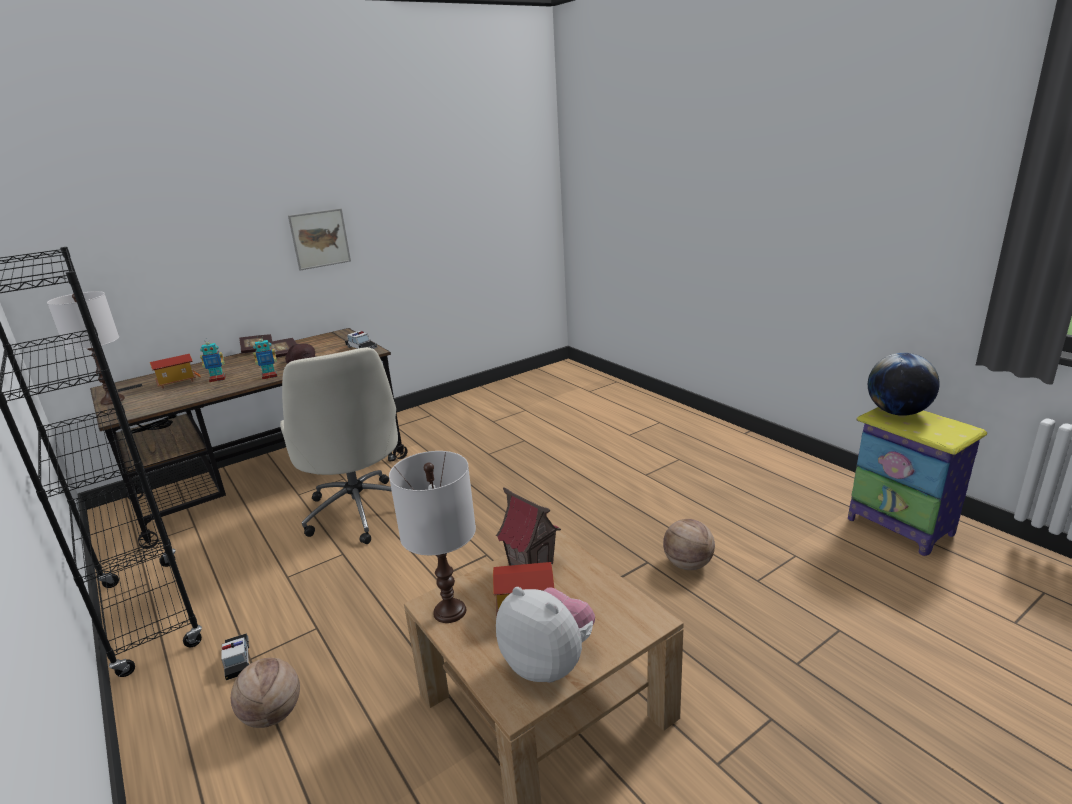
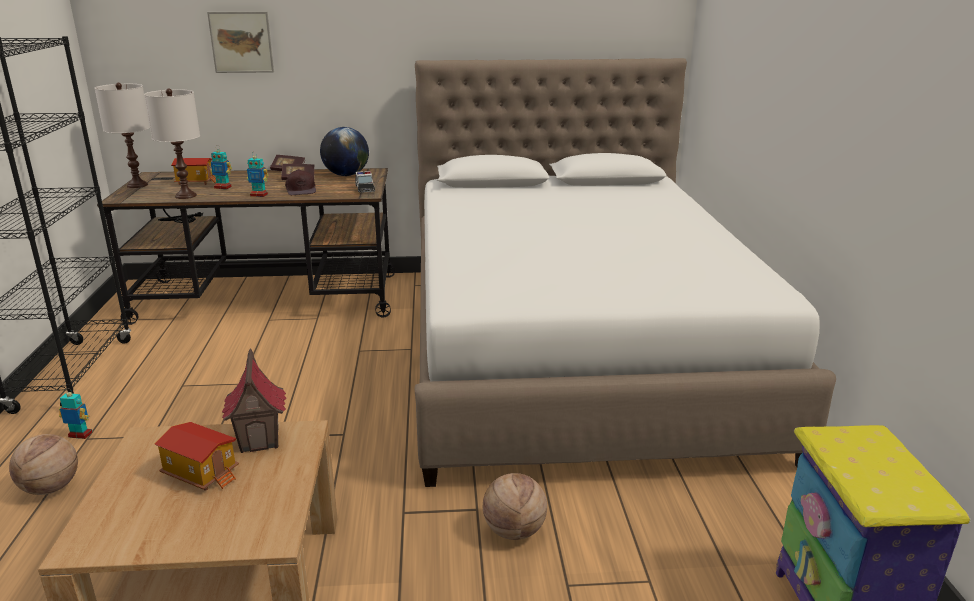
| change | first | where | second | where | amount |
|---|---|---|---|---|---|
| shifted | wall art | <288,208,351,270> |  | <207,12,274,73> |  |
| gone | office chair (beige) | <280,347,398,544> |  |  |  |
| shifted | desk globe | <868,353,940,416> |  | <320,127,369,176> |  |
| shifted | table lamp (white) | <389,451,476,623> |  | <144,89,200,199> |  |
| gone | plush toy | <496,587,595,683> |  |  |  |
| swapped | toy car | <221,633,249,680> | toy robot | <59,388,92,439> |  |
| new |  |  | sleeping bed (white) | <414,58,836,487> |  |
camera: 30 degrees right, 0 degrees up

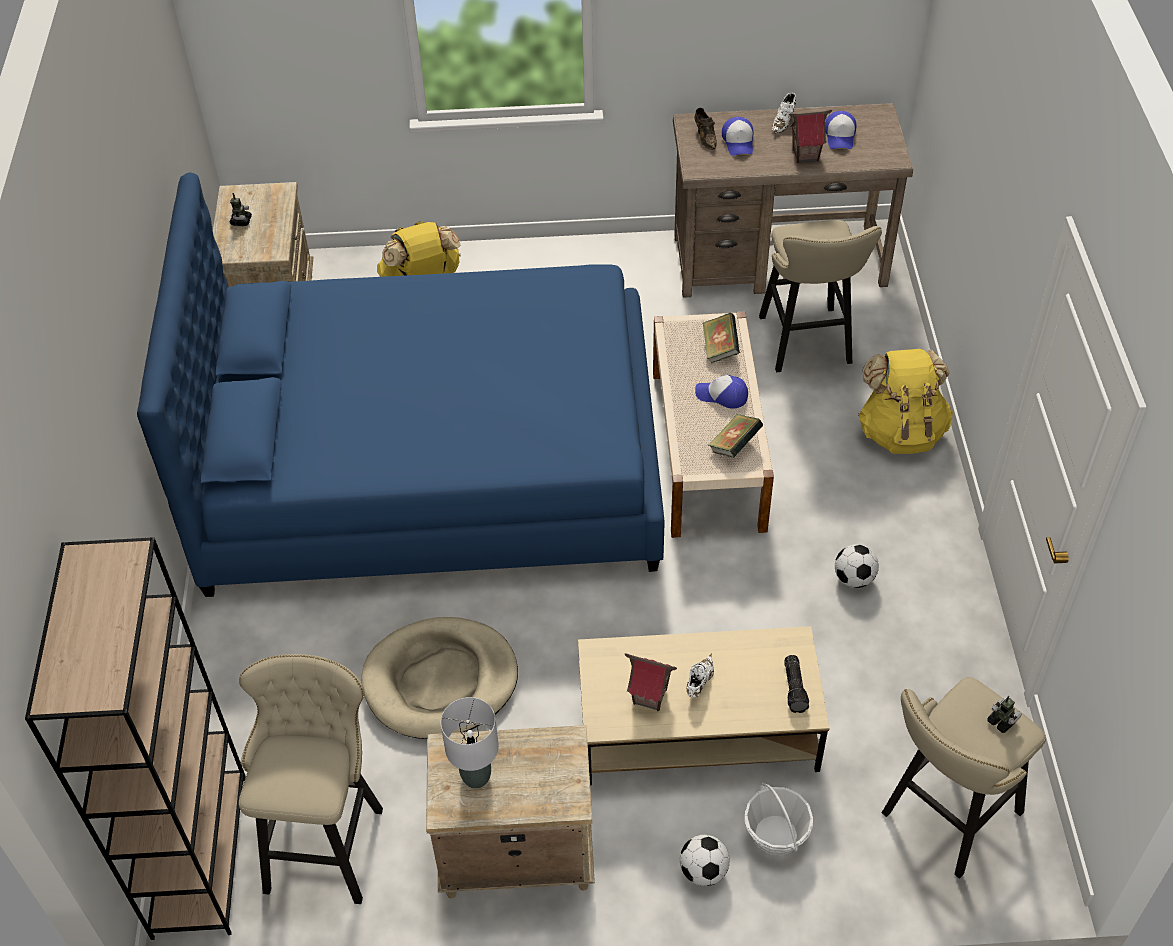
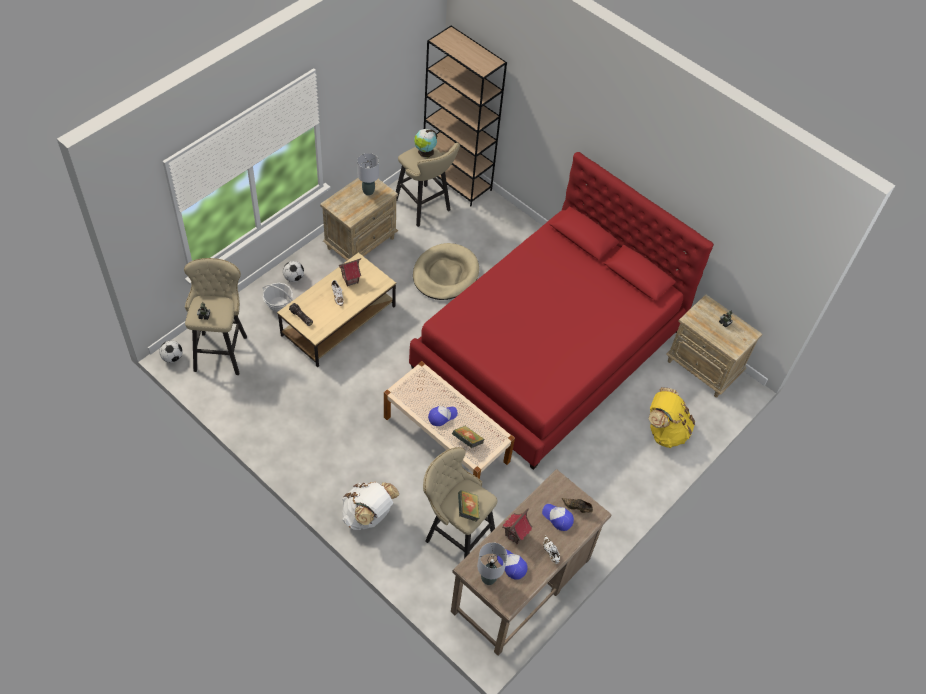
| change | first | where | second | where | amount |
|---|---|---|---|---|---|
| repainted | sleeping bed (blue) | <137,172,664,597> | sleeping bed (red-coloured) | <409,152,714,470> |  |
| repainted | backpack (yellow-coloured) | <858,349,953,454> | backpack (white) | <342,482,399,530> |  |
| shifted | bound book | <709,414,763,458> |  | <458,490,480,522> |  |
| shifted | ball for football | <835,544,879,588> |  | <159,340,182,363> |  |
| new |  |  | desk globe | <414,129,437,158> |  |
| new |  |  | table lamp (gray) | <477,542,507,585> |  |
camera: 130 degrees right, 5 degrees up

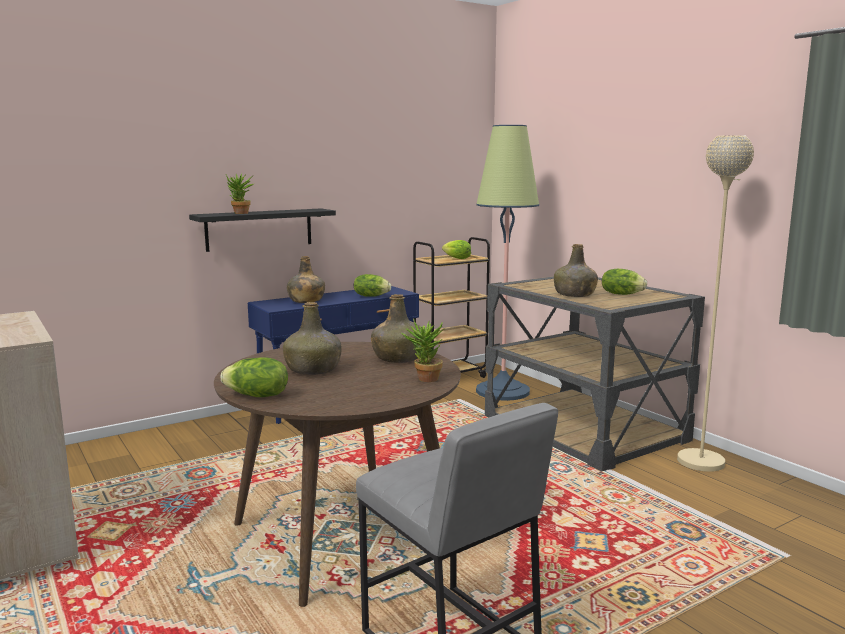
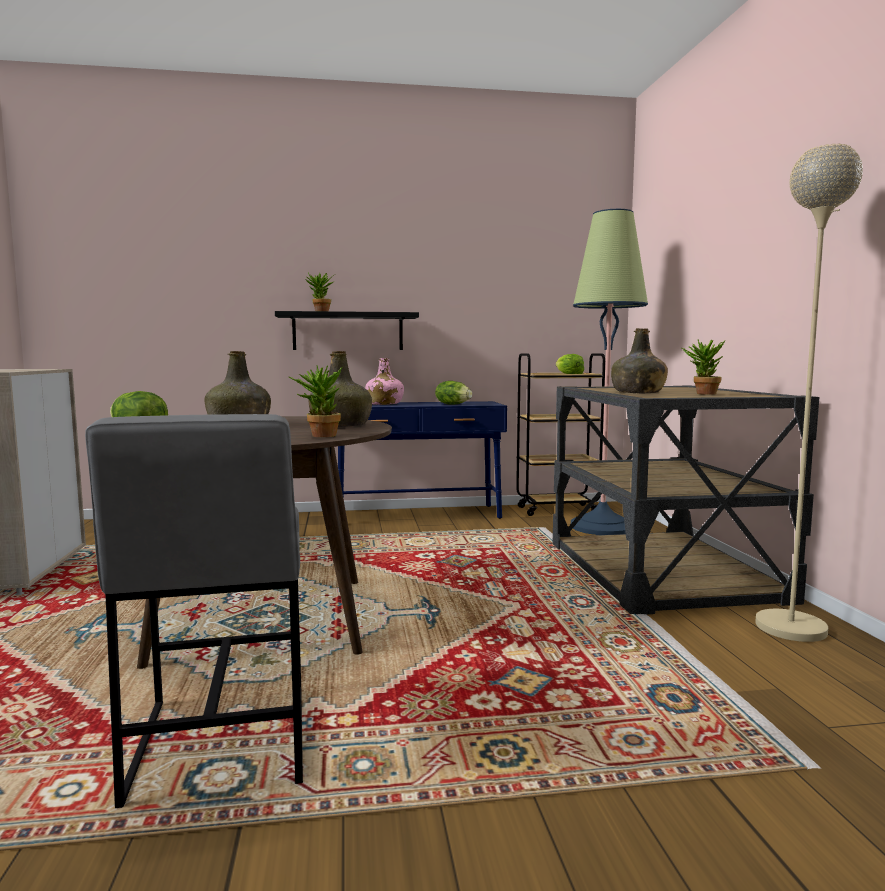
| change | first | where | second | where | amount |
|---|---|---|---|---|---|
| repainted | drink bottle (green-coloured) | <287,256,325,303> | drink bottle (pink) | <365,358,404,405> |  |
| swapped | head of lettuce | <602,269,647,295> | potted plant | <682,339,726,395> |  |
camera: 25 degrees right, 5 degrees down

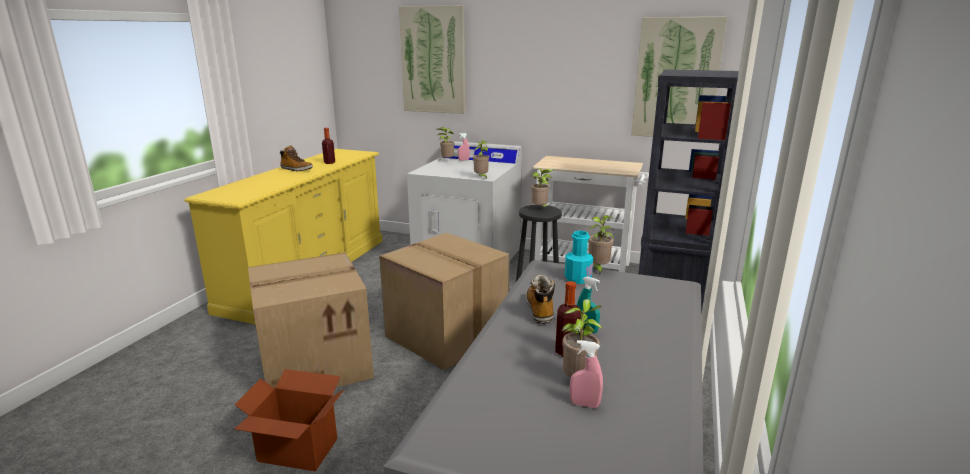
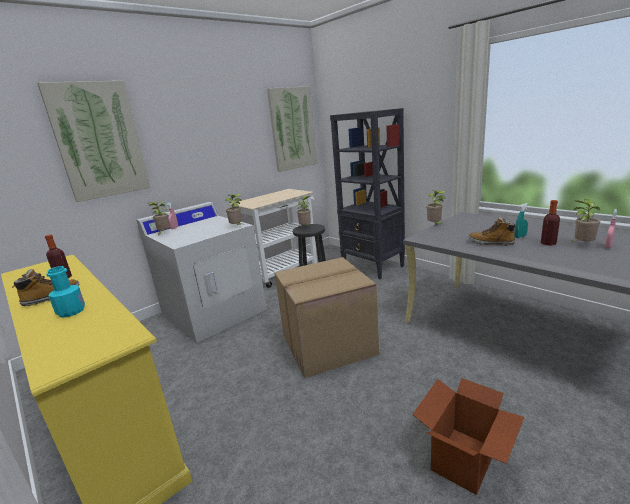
| change | first | where | second | where | amount |
|---|---|---|---|---|---|
| shifted | drink bottle (blue-green) | <565,231,593,284> |  | <46,266,85,318> |  |
| gone | cardboard box | <248,252,374,388> |  |  |  |
camera: 60 degrees left, 0 degrees up

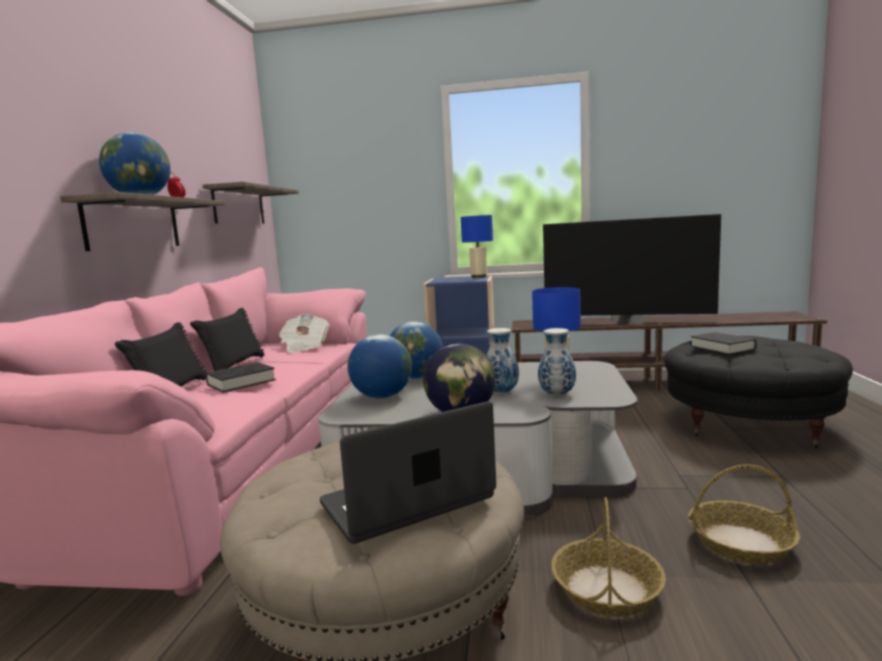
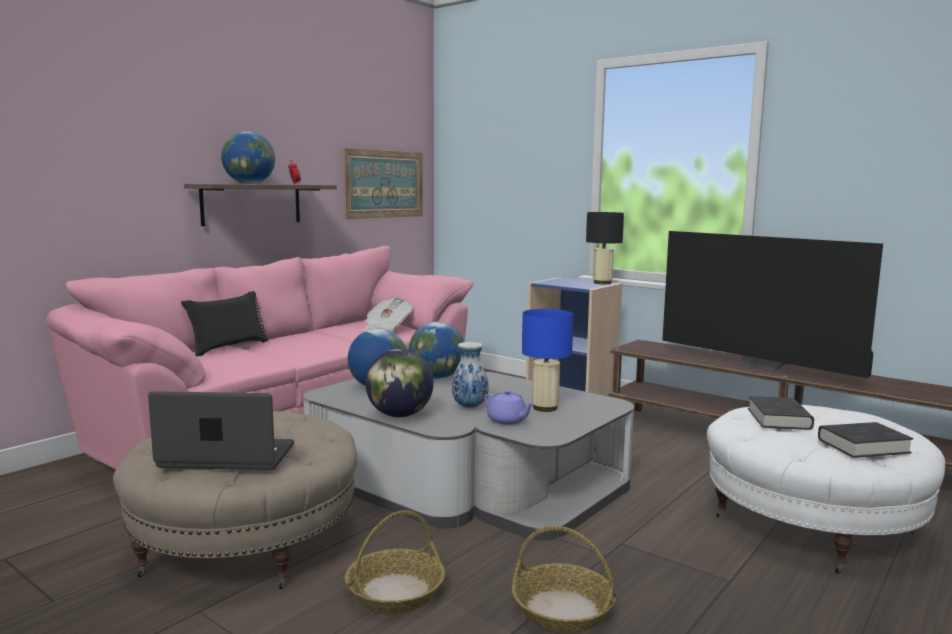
| change | first | where | second | where | amount |
|---|---|---|---|---|---|
| swapped | shelf | <203,182,299,224> | wall art | <343,148,423,219> |  |
| repainted | table lamp (blue) | <461,215,493,278> | table lamp (black-coloured) | <586,212,624,284> |  |
| gone | throw pillow (black-coloured) | <190,308,265,371> |  |  |  |
| swapped | decorative vase | <538,328,576,396> | pot for tea (purple) | <484,390,534,425> |  |
| repainted | pouffe (black-coloured) | <664,336,853,448> | pouffe (white) | <707,405,945,573> |  |
| shifted | bound book (black-coloured) | <205,362,276,393> |  | <818,422,913,458> |  |
camera: 30 degrees right, 0 degrees up

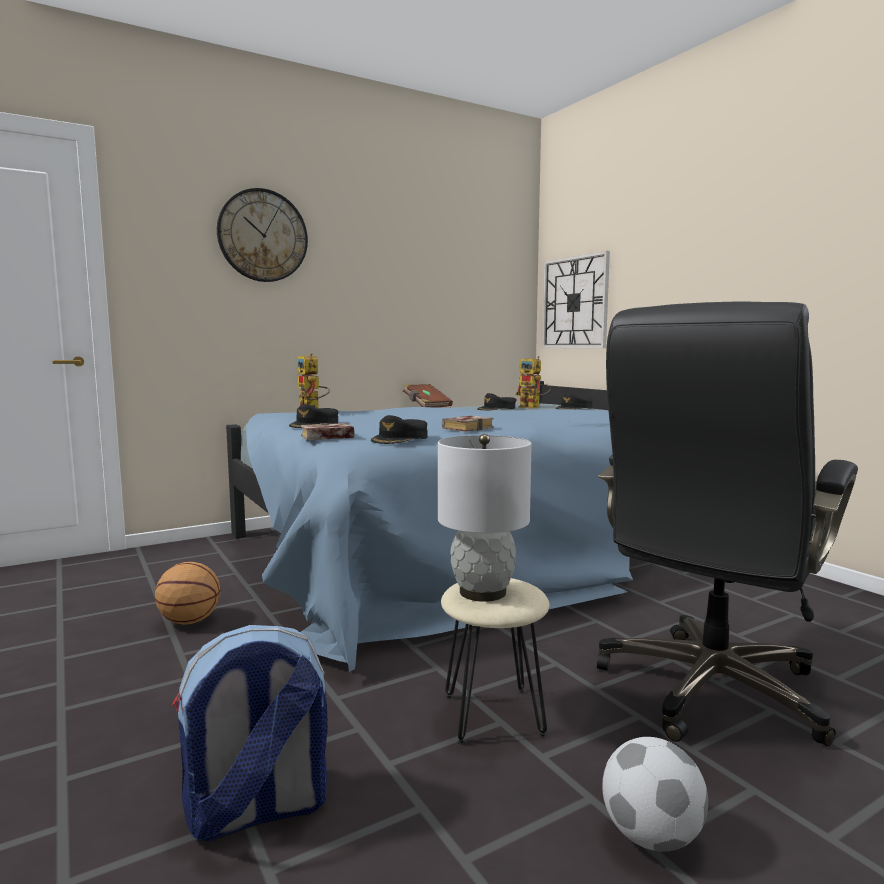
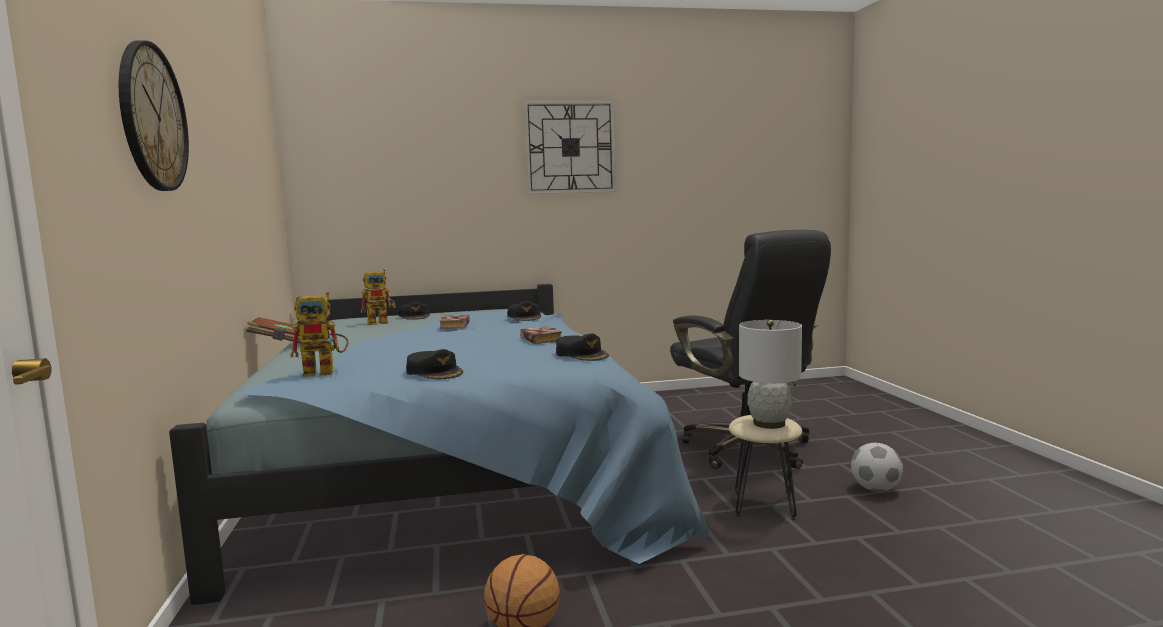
| change | first | where | second | where | amount |
|---|---|---|---|---|---|
| shifted | wall clock | <542,251,610,348> |  | <524,101,616,194> |  |
| shifted | peaked cap (black-coloured) | <477,393,517,411> |  | <507,301,541,321> |  |
| shifted | bound book | <301,423,355,440> |  | <440,315,470,329> |  |
| gone | backpack | <172,625,328,841> |  |  |  |
camera: 70 degrees left, 0 degrees up

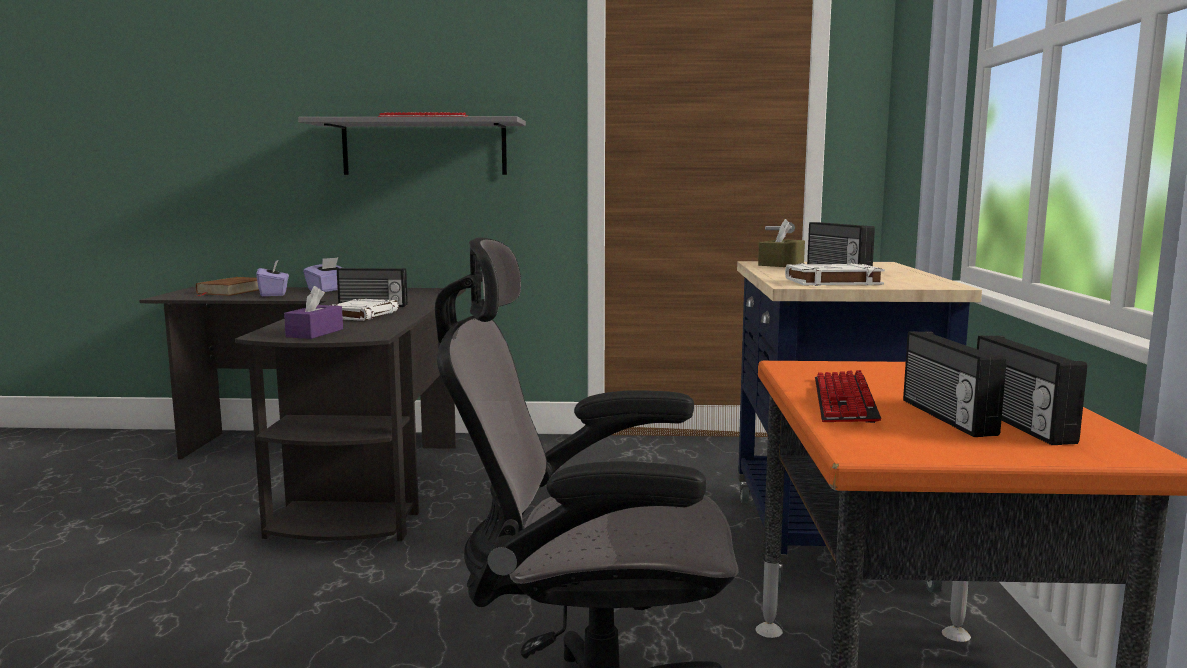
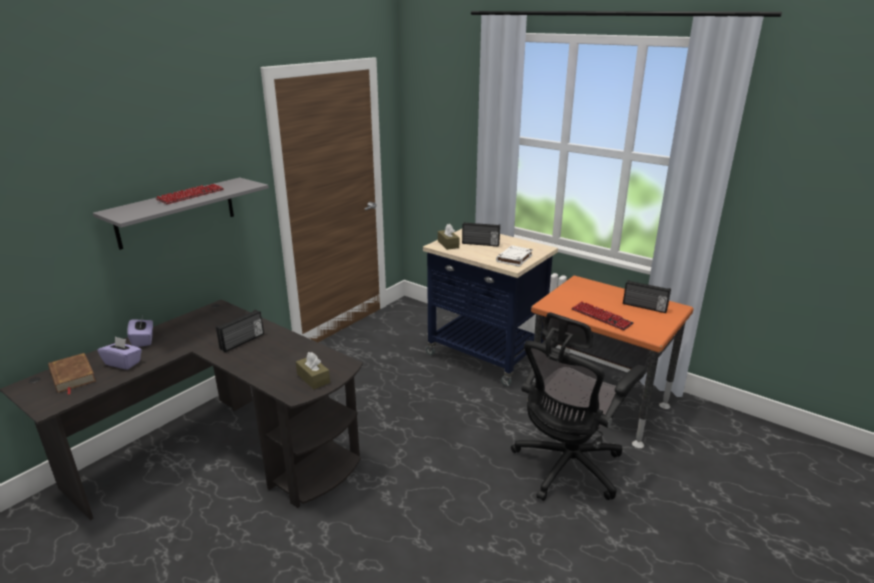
| change | first | where | second | where | amount |
|---|---|---|---|---|---|
| repainted | box of tissues (purple) | <284,286,343,339> | box of tissues (brown) | <296,352,330,390> |  |
| gone | bound book (white) | <331,298,399,321> |  |  |  |
| gone | radio | <903,331,1007,437> |  |  |  |
camera: 55 degrees left, 15 degrees up

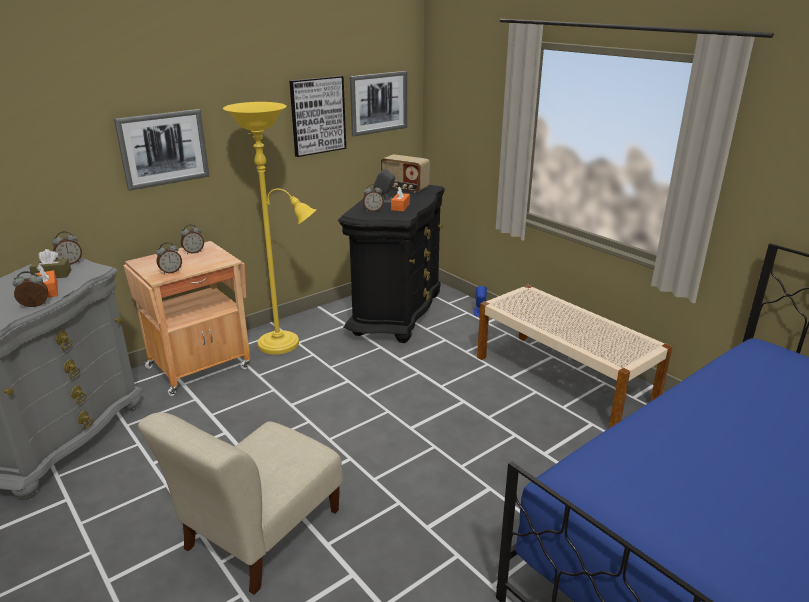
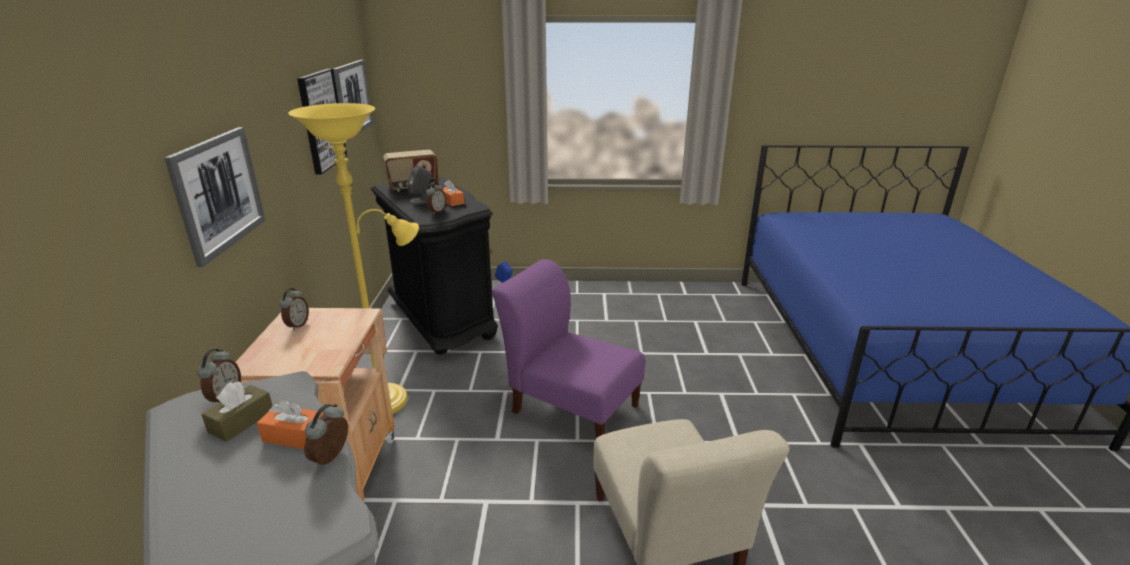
| change | first | where | second | where | amount |
|---|---|---|---|---|---|
| gone | alarm clock | <156,242,182,274> |  |  |  |
| gone | indoor bench (beige) | <477,284,672,428> |  |  |  |
| new |  |  | upright chair (purple) | <492,259,645,438> |  |
camera: 50 degrees left, 0 degrees up

